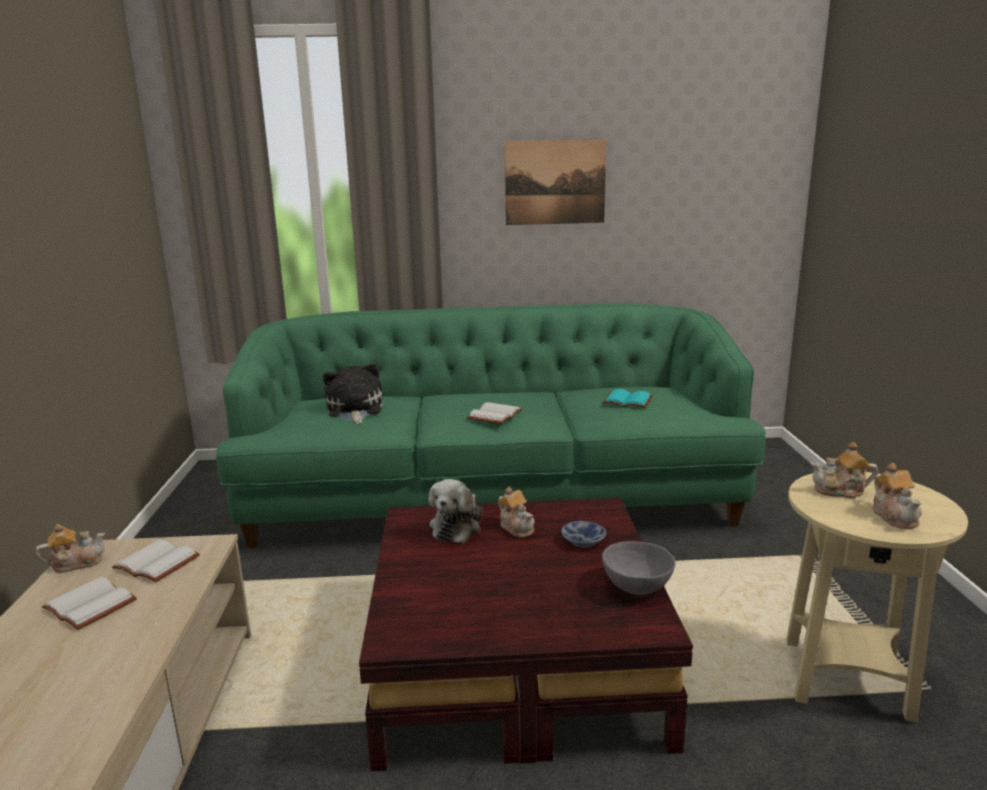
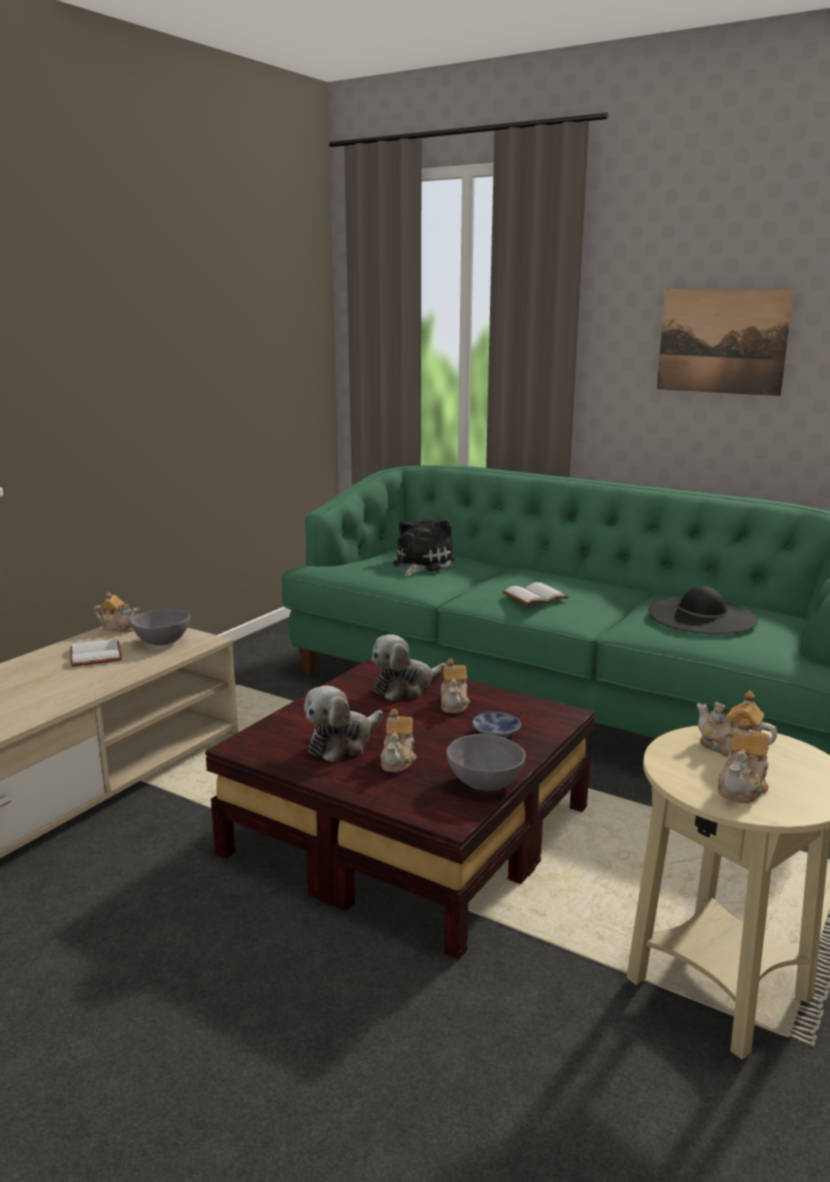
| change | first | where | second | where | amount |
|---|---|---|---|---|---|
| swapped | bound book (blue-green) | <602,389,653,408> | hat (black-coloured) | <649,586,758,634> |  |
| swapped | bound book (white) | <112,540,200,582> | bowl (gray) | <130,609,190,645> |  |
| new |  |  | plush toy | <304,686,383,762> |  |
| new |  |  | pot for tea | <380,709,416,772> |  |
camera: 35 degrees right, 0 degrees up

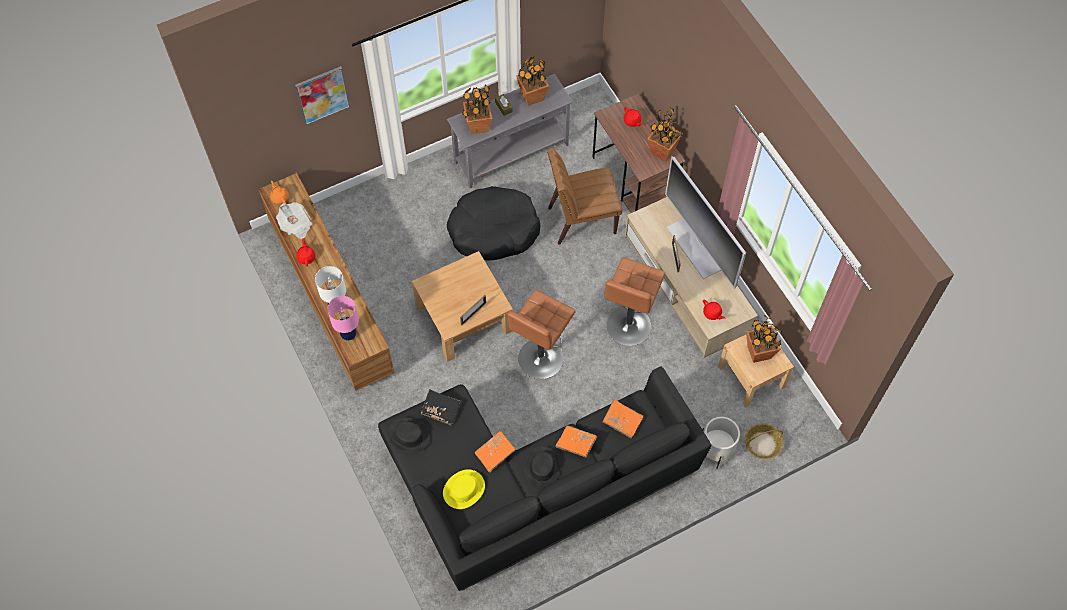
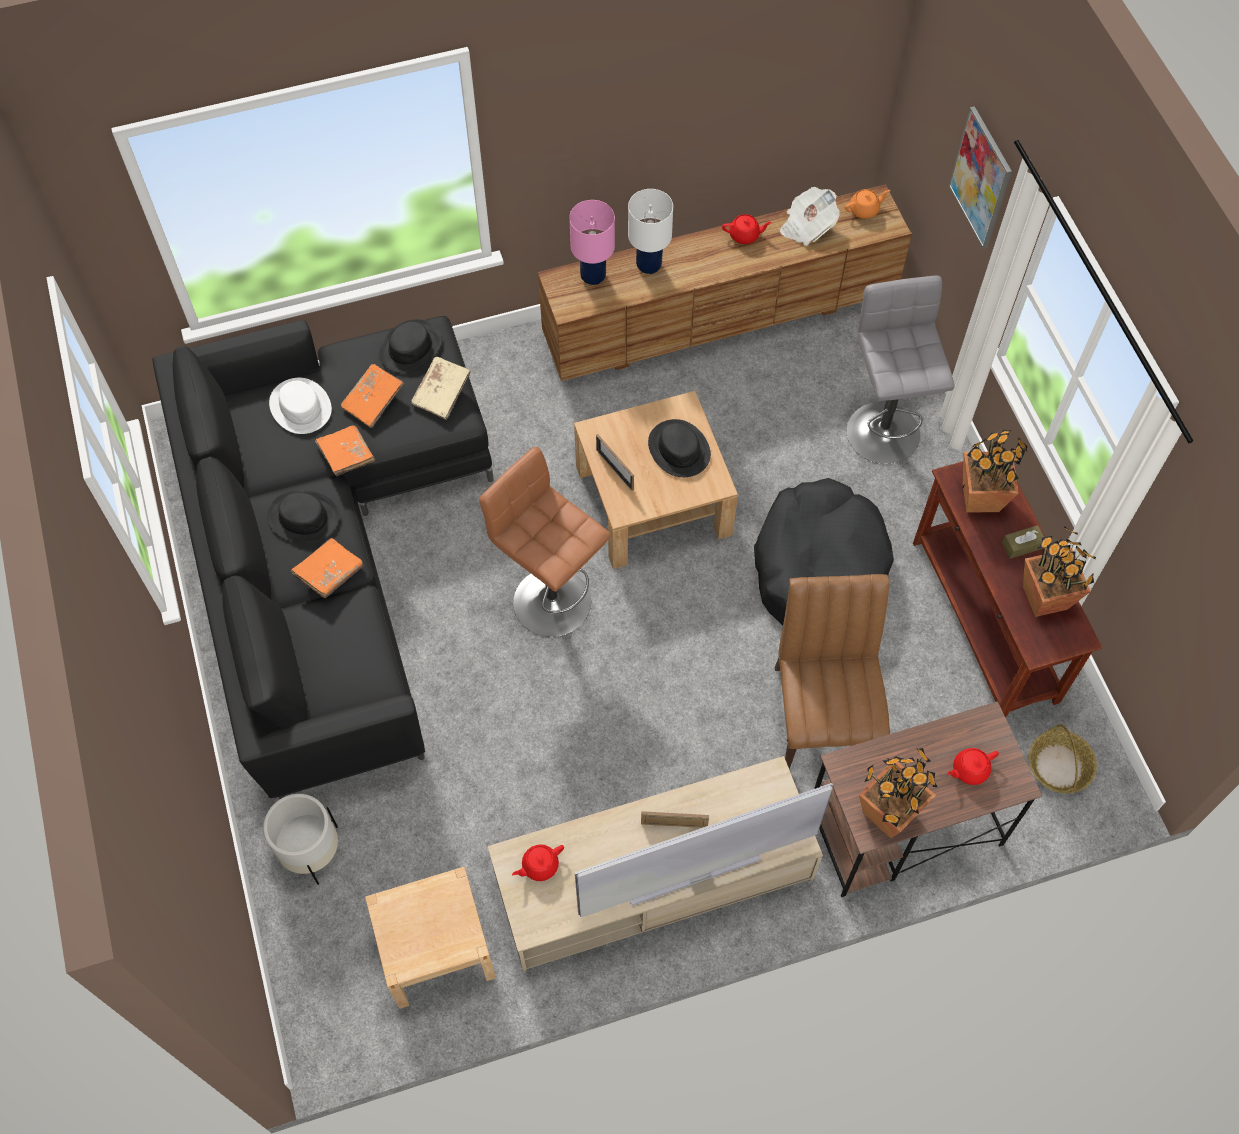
| change | first | where | second | where | amount |
|---|---|---|---|---|---|
| repainted | narrow table (gray) | <447,74,573,188> | narrow table (brown) | <913,461,1102,718> |  |
| gone | stool (brown) | <605,257,665,346> |  |  |  |
| gone | potted plant | <746,315,782,363> |  |  |  |
| repainted | bound book (black-coloured) | <421,390,461,425> | bound book (beige) | <411,357,471,420> |  |
| shifted | bound book (orange) | <603,399,643,438> |  | <341,364,404,428> |  |
| shifted | household basket | <745,424,783,459> |  | <1029,724,1097,793> |  |
| repainted | hat (yellow-coloured) | <443,469,485,509> | hat (white) | <269,378,332,434> |  |
| new |  |  | stool (gray) | <847,276,955,464> |  |
| new |  |  | hat (black-coloured) | <648,419,711,477> |  |
camera: 100 degrees right, 0 degrees up

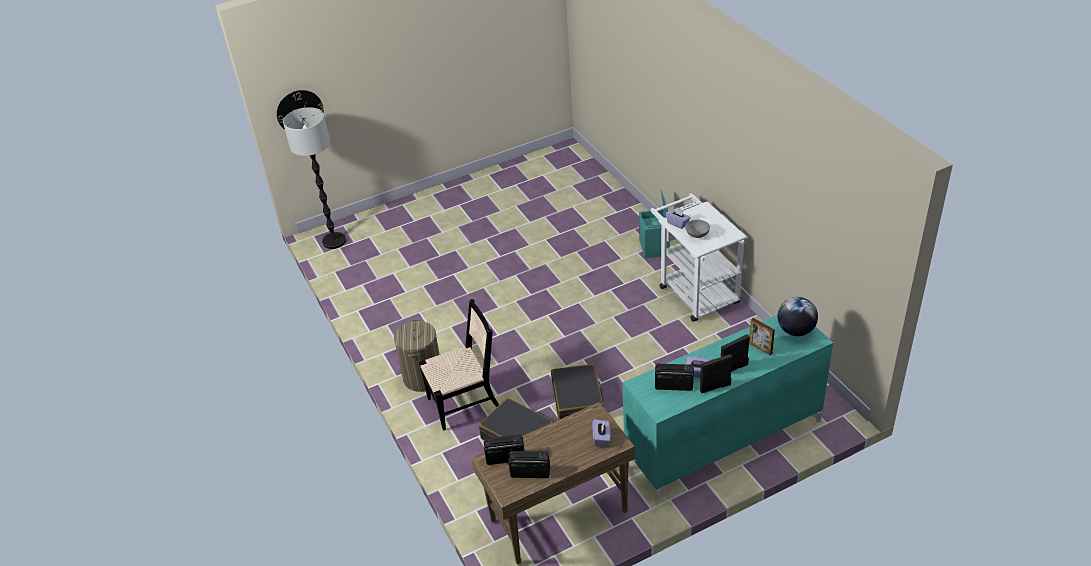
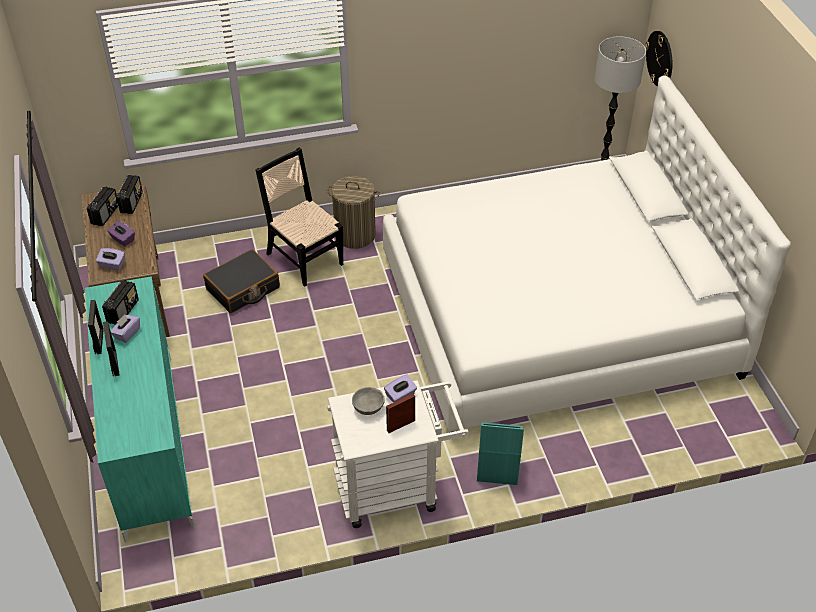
| change | first | where | second | where | amount |
|---|---|---|---|---|---|
| gone | desk globe | <778,297,818,336> |  |  |  |
| rotated | upright chair | <419,299,499,431> |  | <255,148,343,287> | 150 degrees clockwise |
| shifted | standing frame | <749,318,775,355> |  | <386,394,415,433> |  |
| gone | piece of luggage (black-coloured) | <551,364,604,420> |  |  |  |
| new |  |  | sleeping bed (white) | <383,76,791,433> |  |
| new |  |  | box of tissues (purple) | <108,221,135,246> |  |
camera: 100 degrees right, 5 degrees up

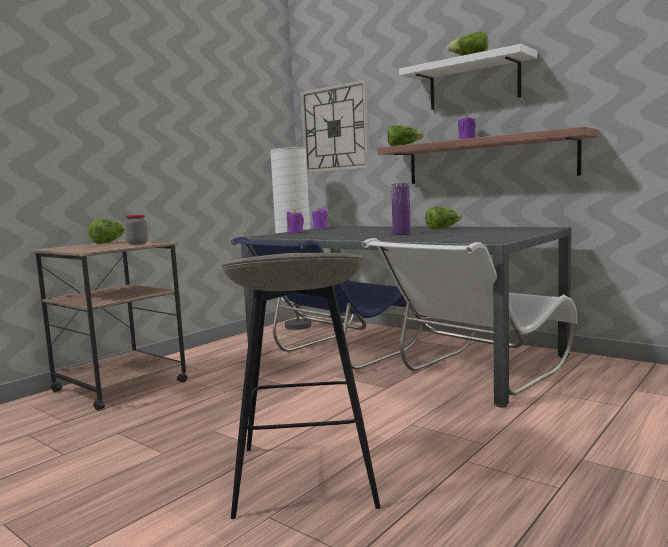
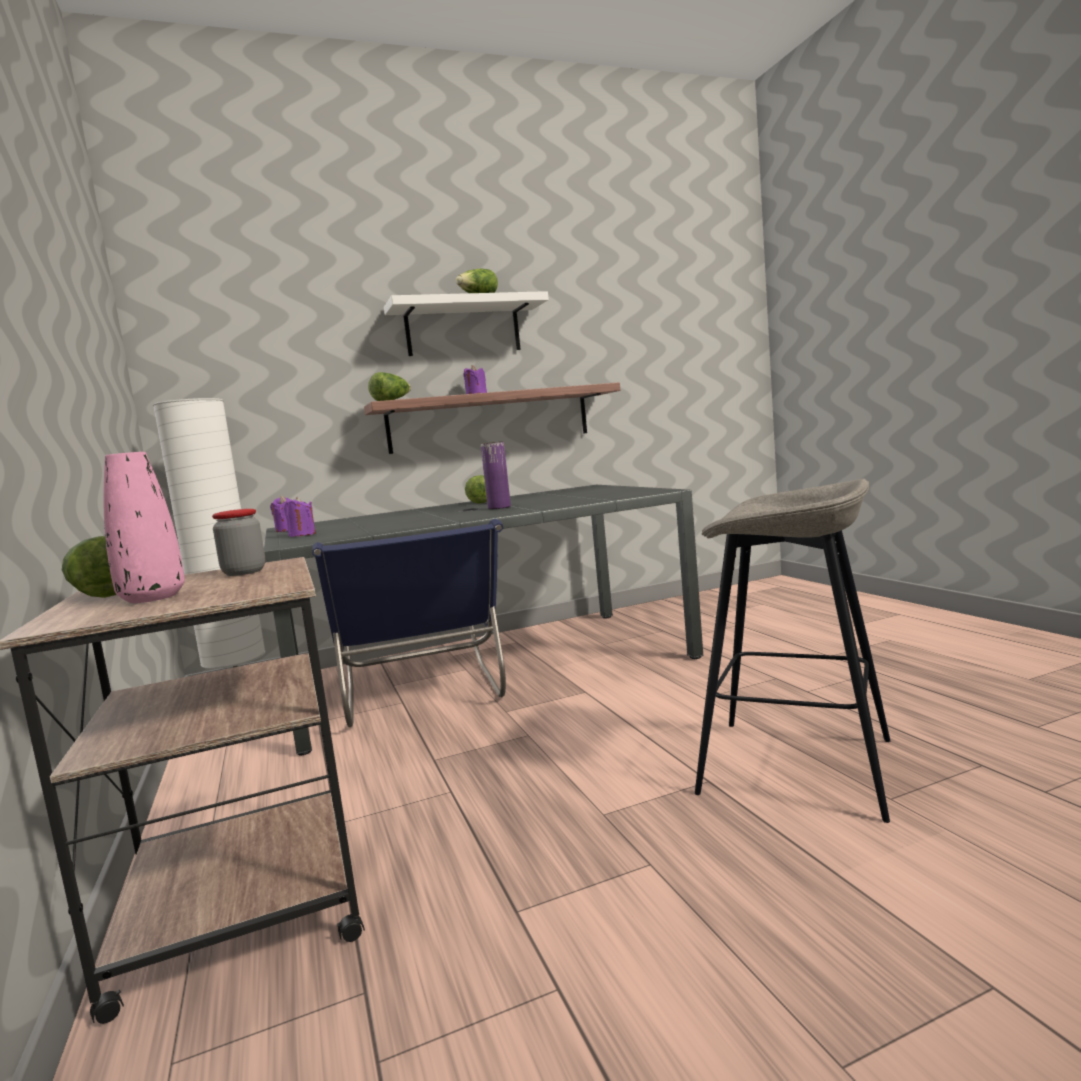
| change | first | where | second | where | amount |
|---|---|---|---|---|---|
| gone | wall clock | <301,80,370,173> |  |  |  |
| gone | upright chair (white) | <362,238,577,395> |  |  |  |
| new |  |  | decorative vase (pink) | <104,452,185,603> |  |
camera: 60 degrees left, 0 degrees up

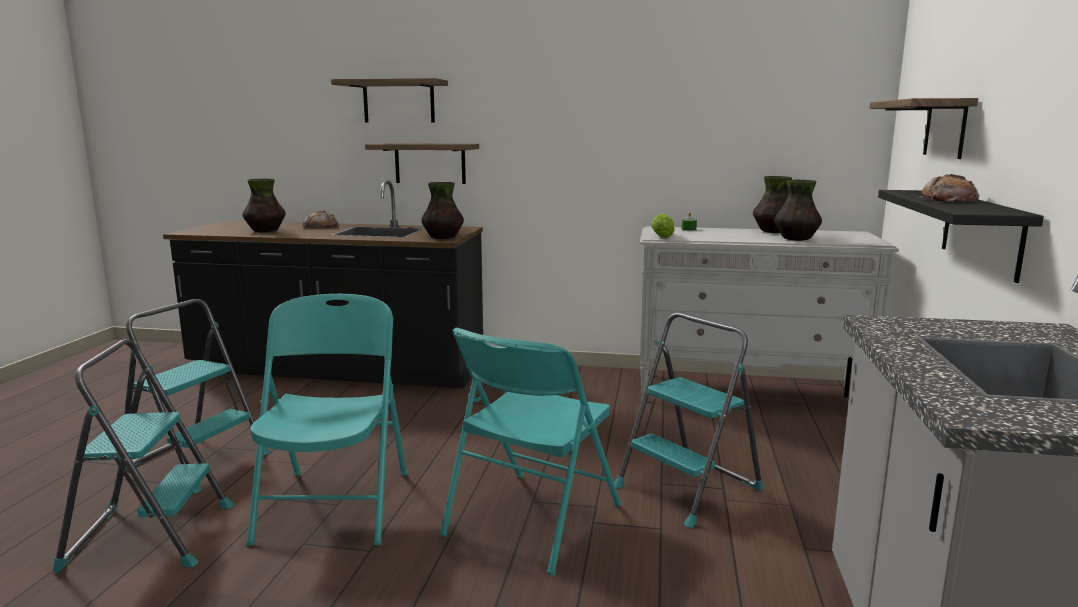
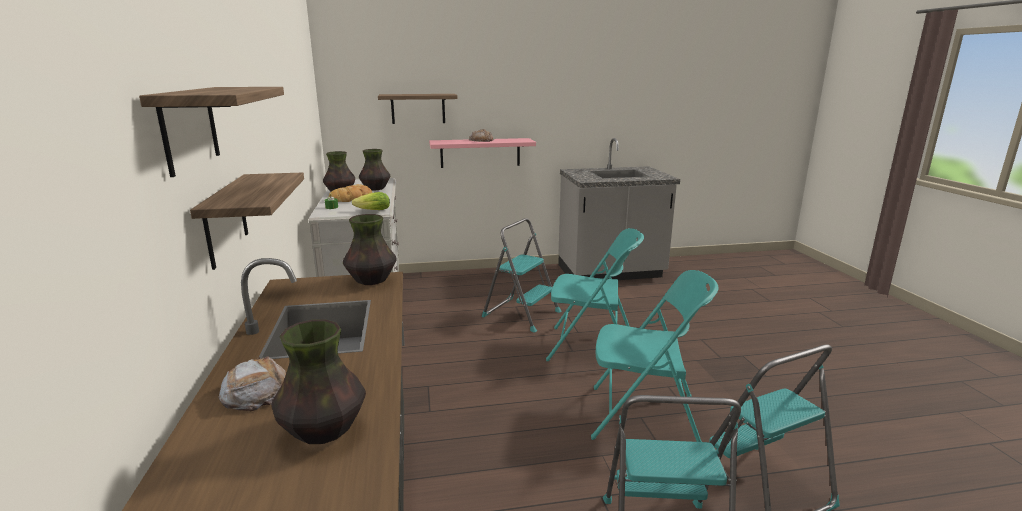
| change | first | where | second | where | amount |
|---|---|---|---|---|---|
| repainted | shelf (black-coloured) | <878,190,1044,283> | shelf (pink) | <429,138,536,168> |  |
| rotated | upright chair (blue-green) | <246,294,407,545> |  | <591,270,719,442> | 150 degrees counterclockwise |
| new |  |  | bakery bread | <328,184,372,202> |  |
camera: 110 degrees left, 5 degrees up

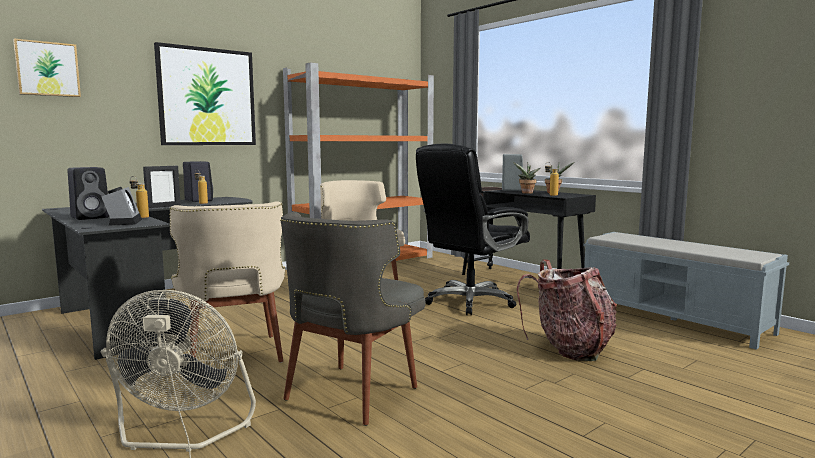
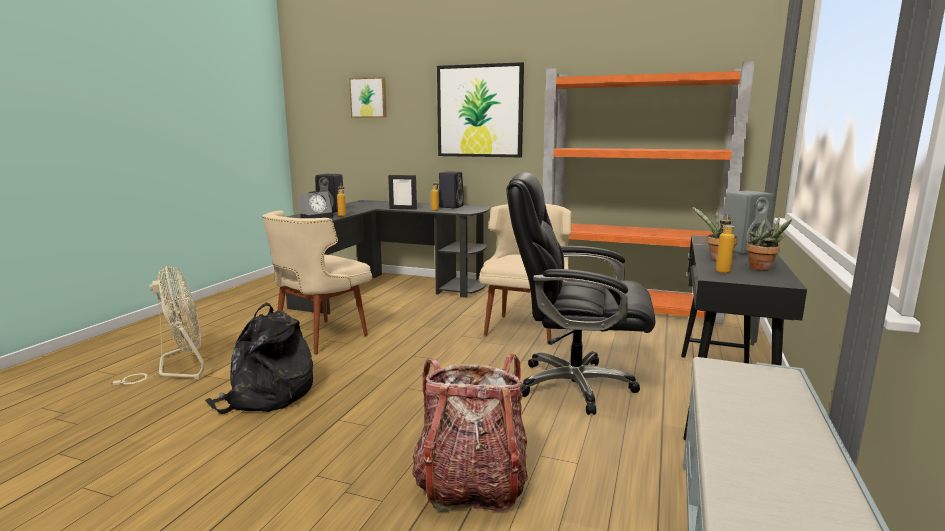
| change | first | where | second | where | amount |
|---|---|---|---|---|---|
| swapped | upright chair (gray) | <280,212,426,426> | backpack (black-coloured) | <205,302,313,414> |  |
camera: 60 degrees right, 5 degrees up

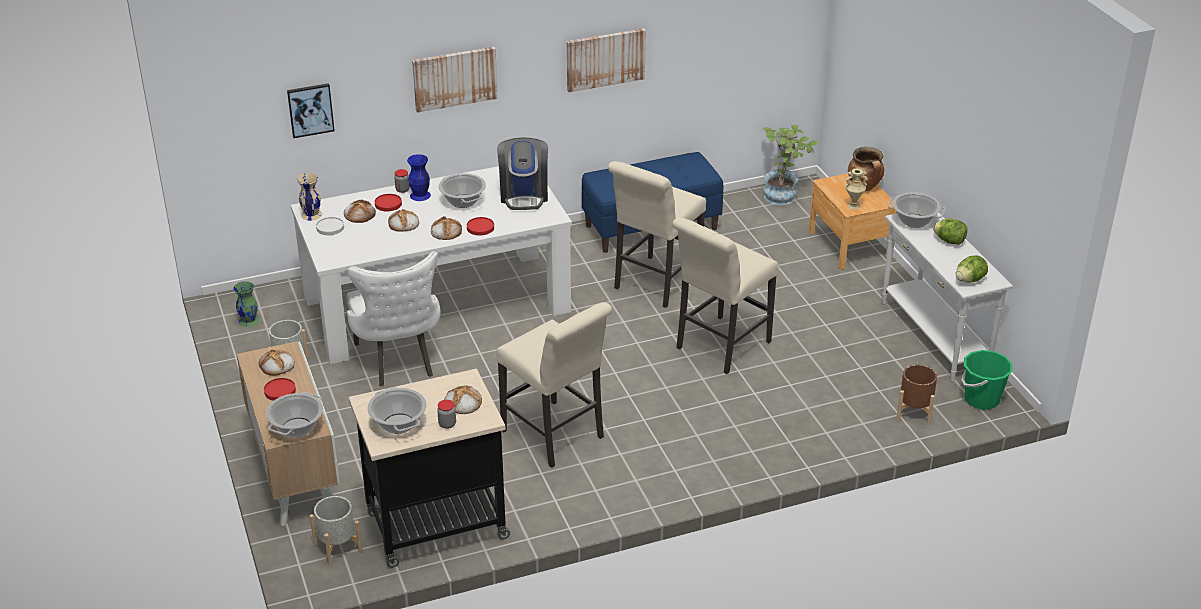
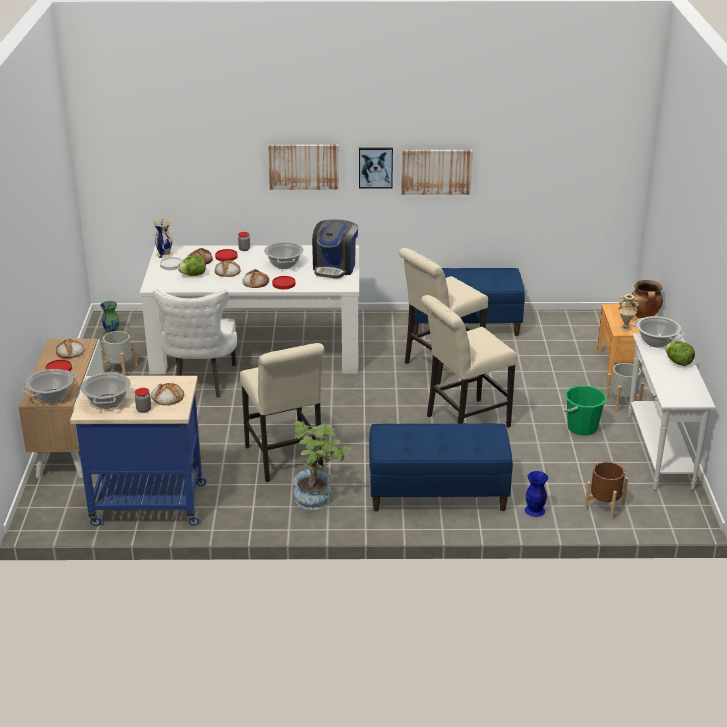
| change | first | where | second | where | amount |
|---|---|---|---|---|---|
| shifted | wall art | <287,83,335,138> |  | <359,148,393,189> |  |
| shifted | potted plant | <763,125,818,205> |  | <293,421,351,510> |  |
| shifted | decorative vase (blue) | <407,154,431,201> |  | <525,471,548,517> |  |
| shifted | head of lettuce | <956,255,988,283> |  | <178,255,206,276> |  |
| shifted | water bucket (green-coloured) | <961,350,1012,410> |  | <564,386,607,435> |  |
| repainted | wheeled cart (black-coloured) | <349,369,510,568> | wheeled cart (blue) | <70,376,206,526> |  |
| shifted | flower pot (gray) | <310,496,362,565> |  | <606,363,644,412> |  |
| new |  |  | indoor bench (blue) | <369,423,513,511> |  |
camera: 20 degrees right, 5 degrees down

